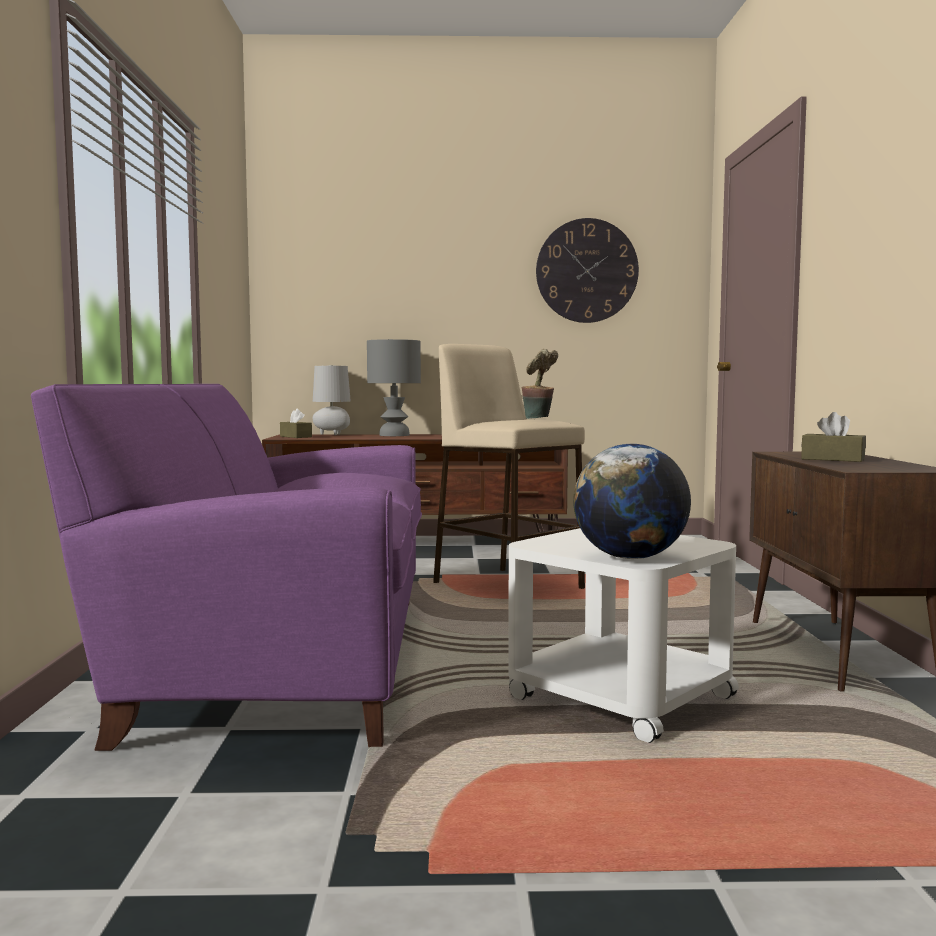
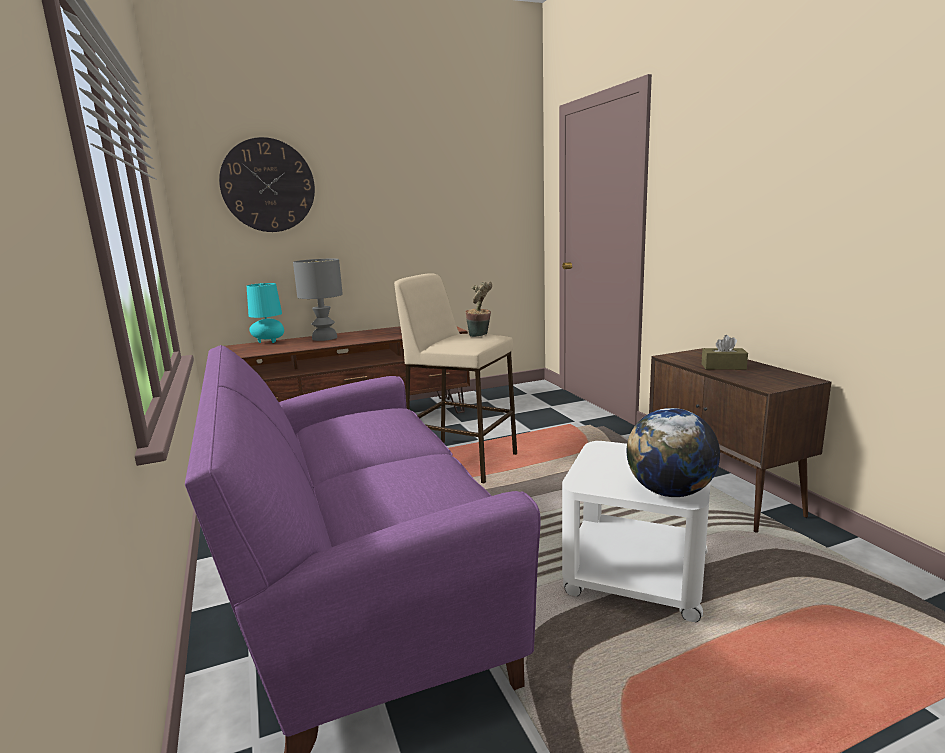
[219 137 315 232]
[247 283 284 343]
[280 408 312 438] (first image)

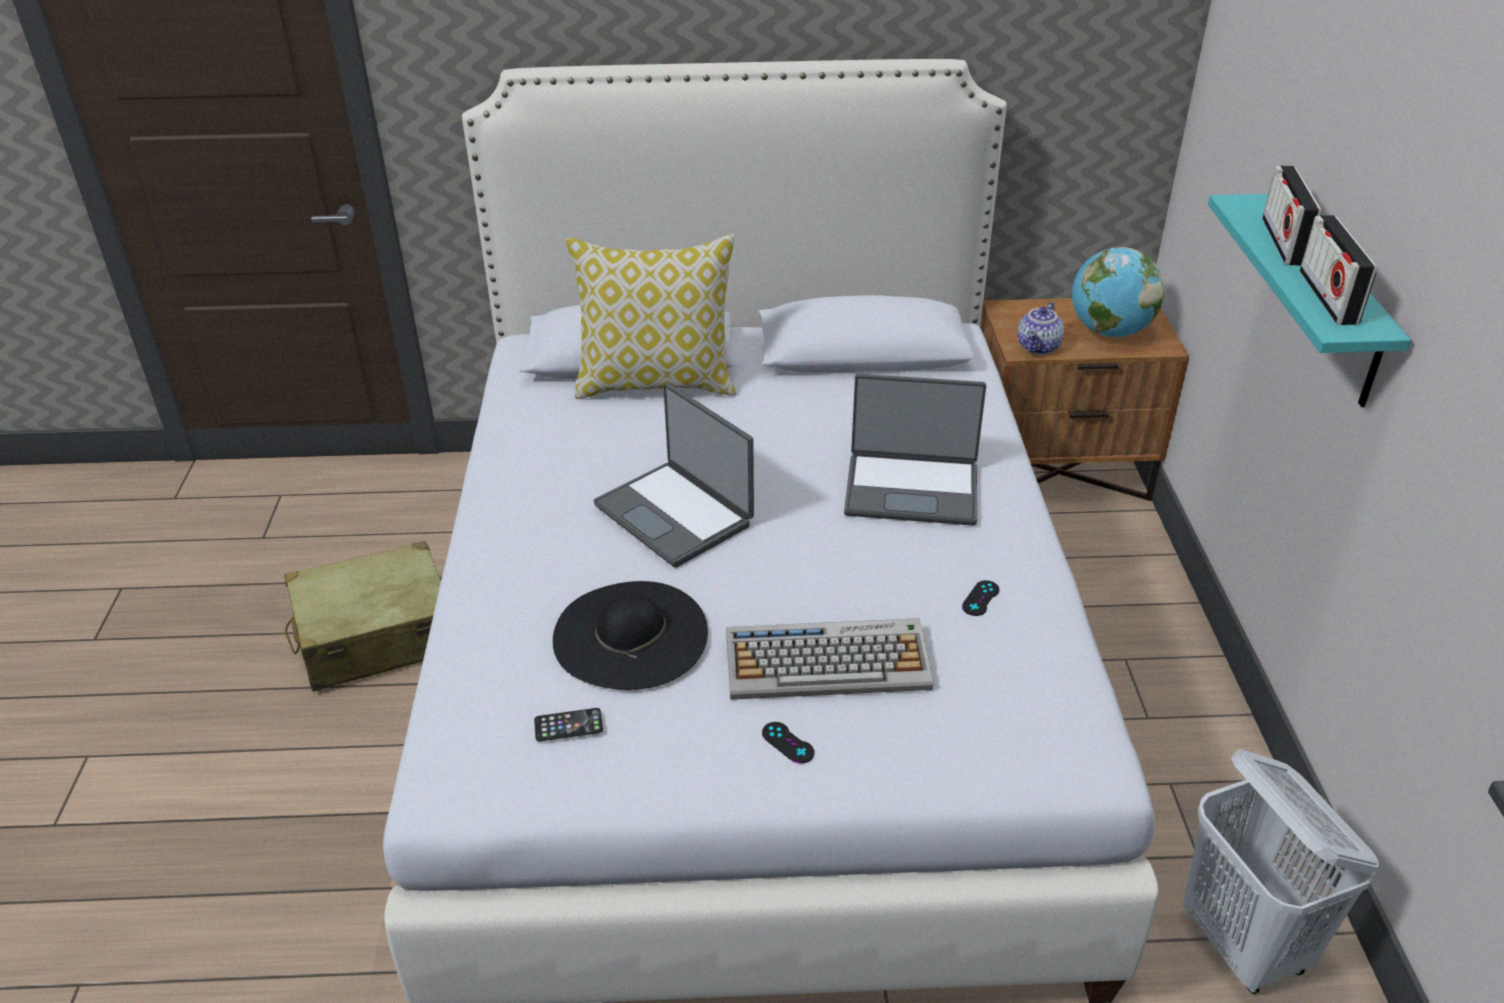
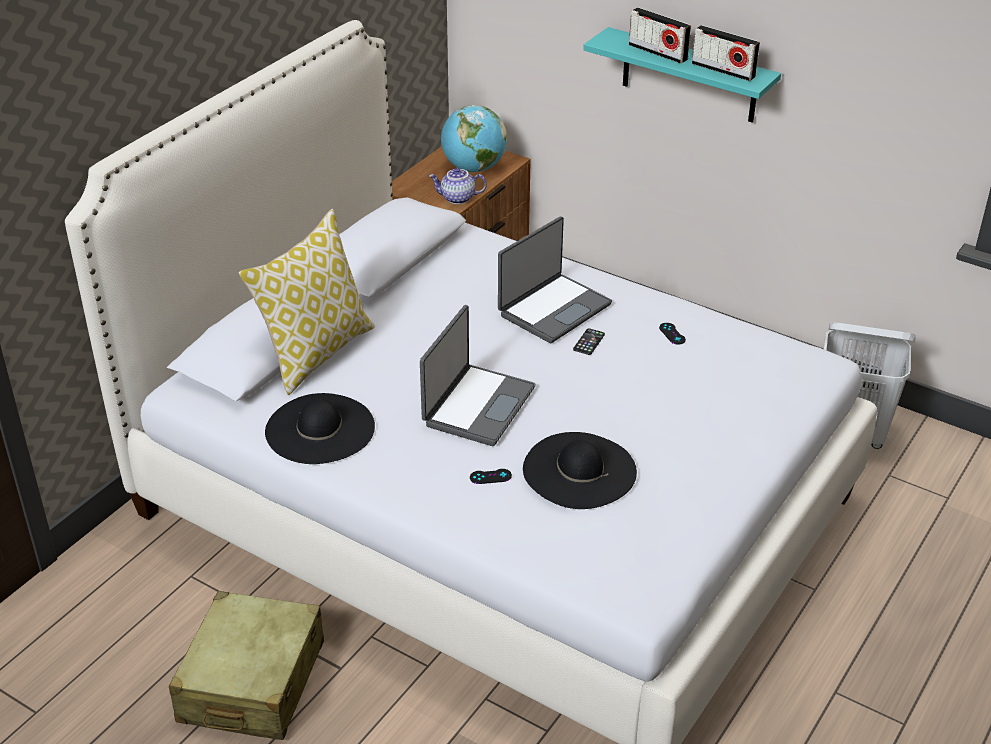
[429 168 487 204]
[420 305 535 446]
[726 618 933 700] (first image)
[573 328 605 355]
[470 469 512 484]
[265 393 375 464]

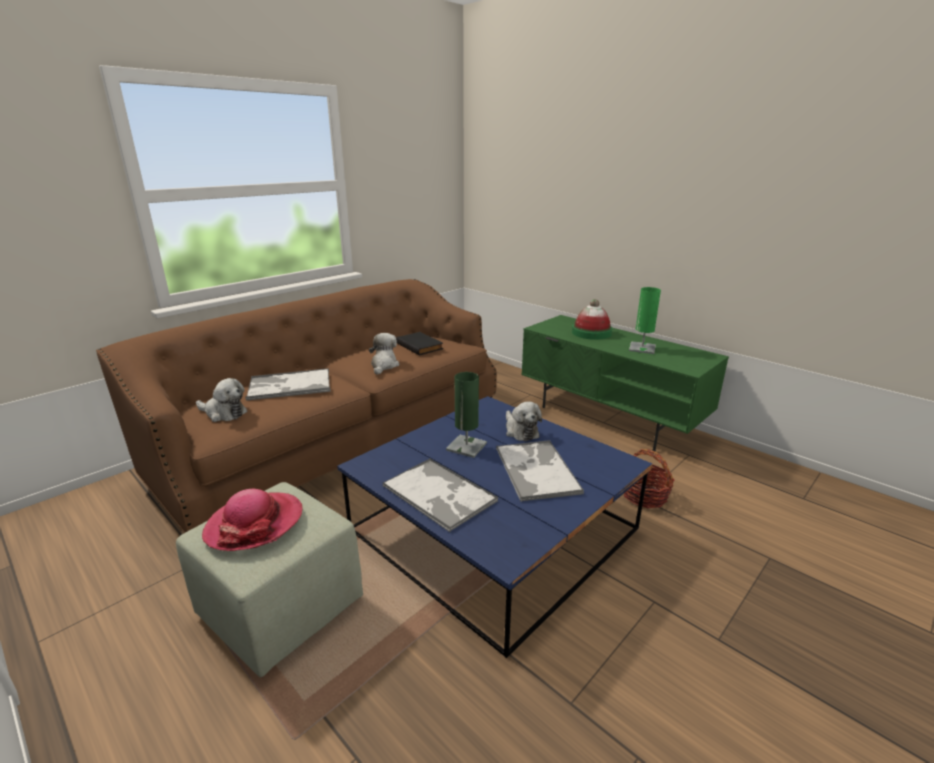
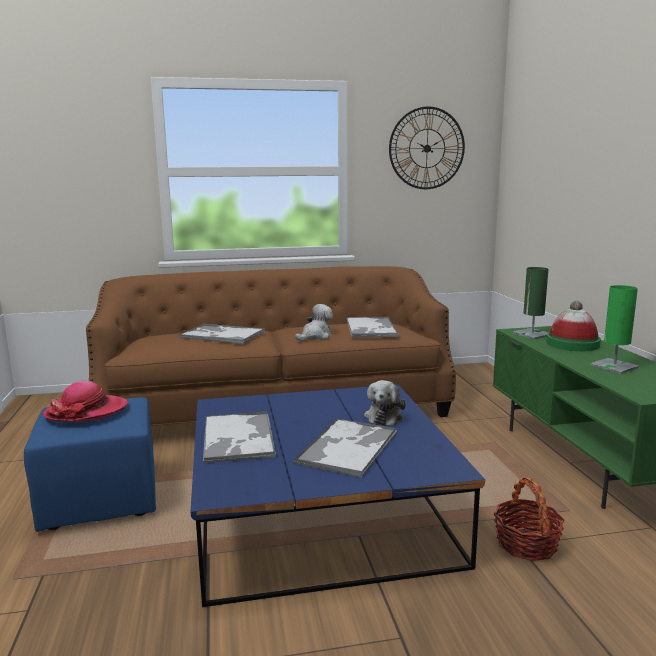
[346 317 399 337]
[513 267 548 340]
[196 378 248 422] (first image)
[24 397 156 532]
[389 106 465 189]

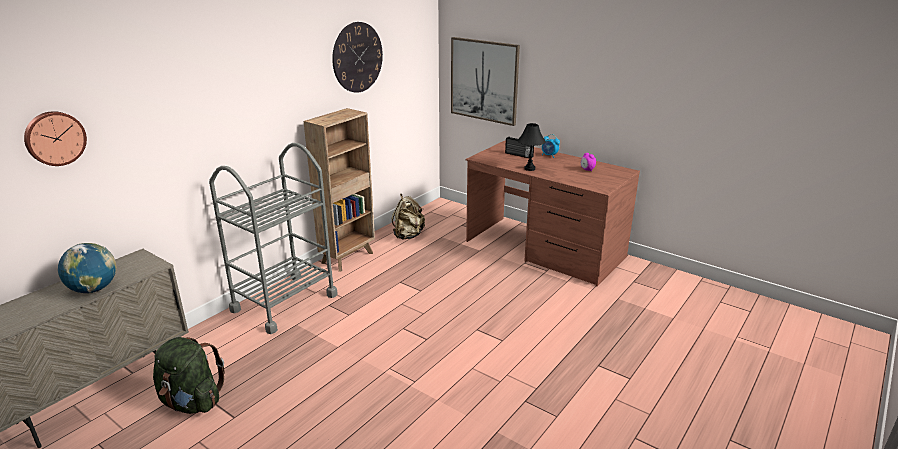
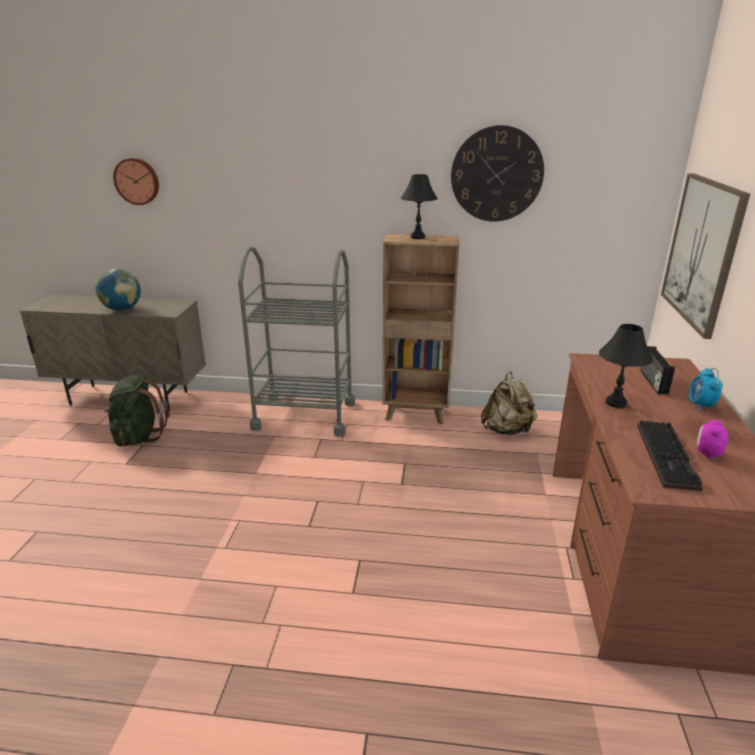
[401 174 438 239]
[637 420 703 491]

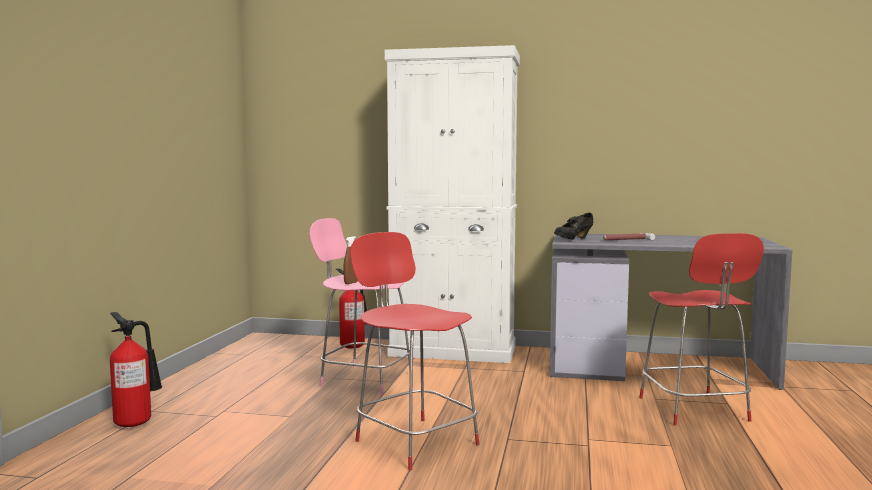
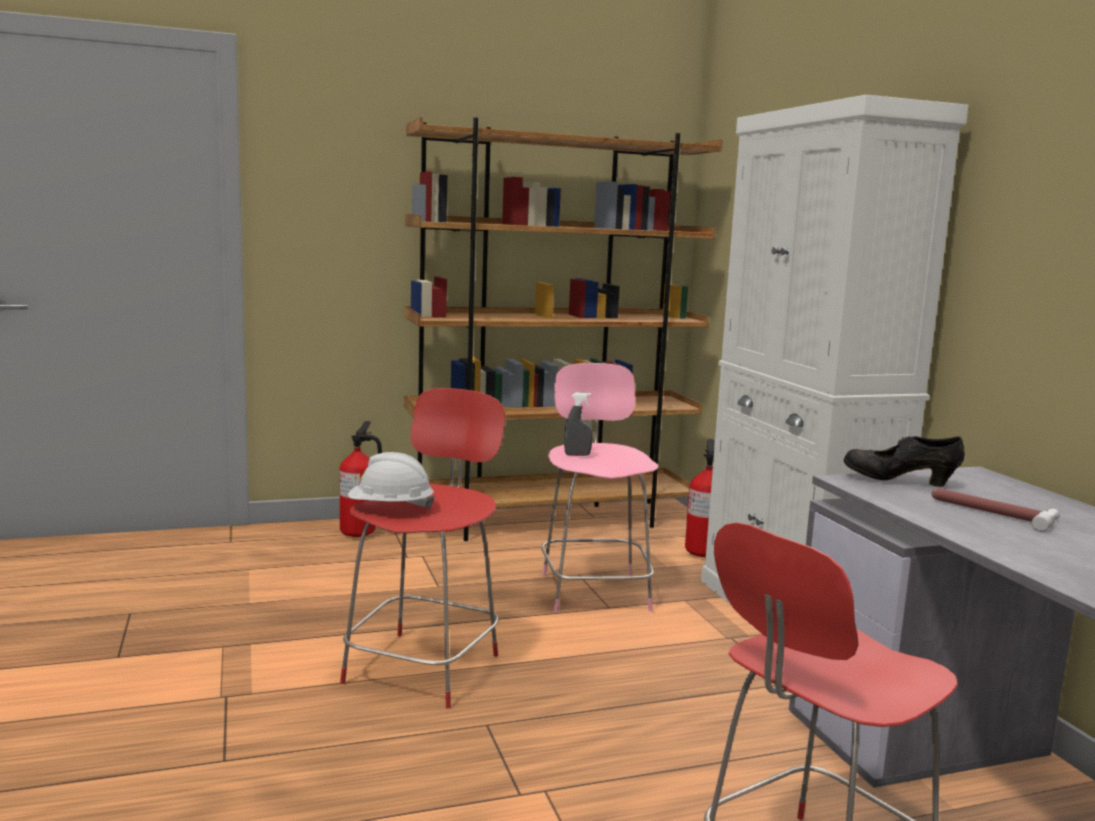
[564 393 593 456]
[404 117 722 541]
[348 452 434 509]

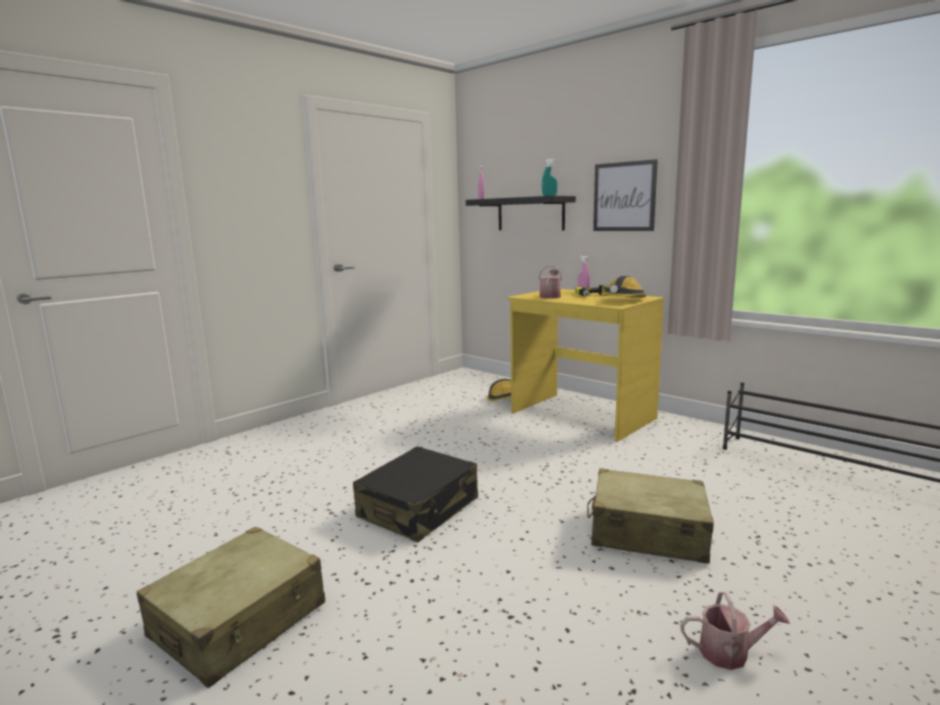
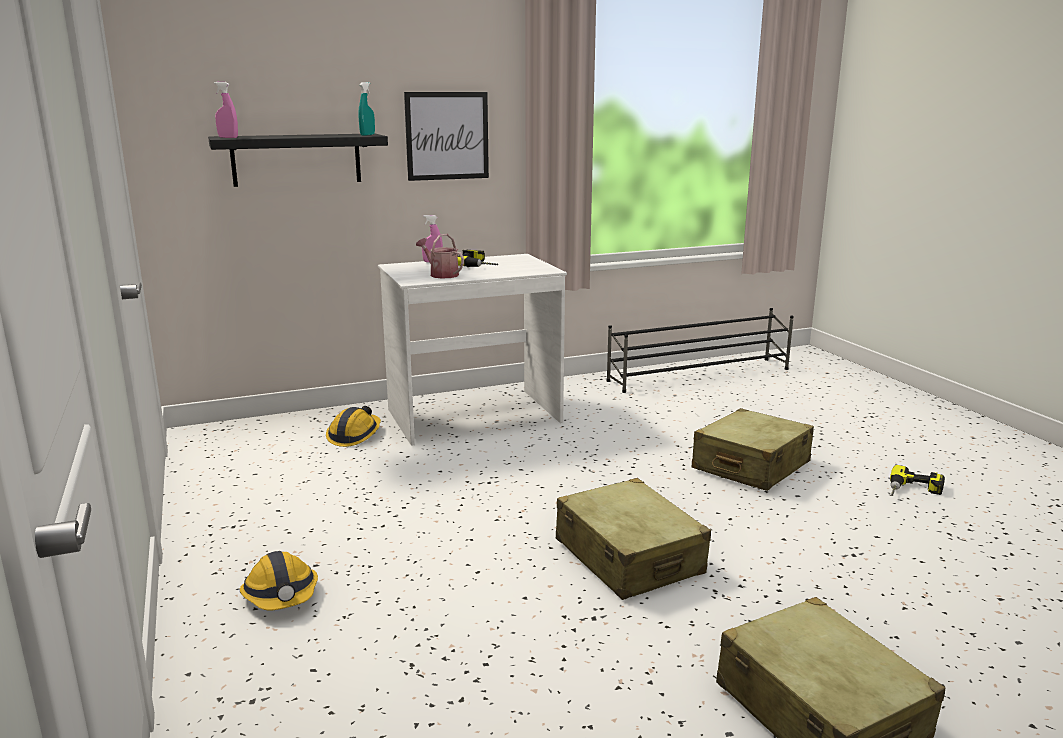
[240 551 318 611]
[378 254 567 446]
[556 478 711 600]
[890 465 945 496]

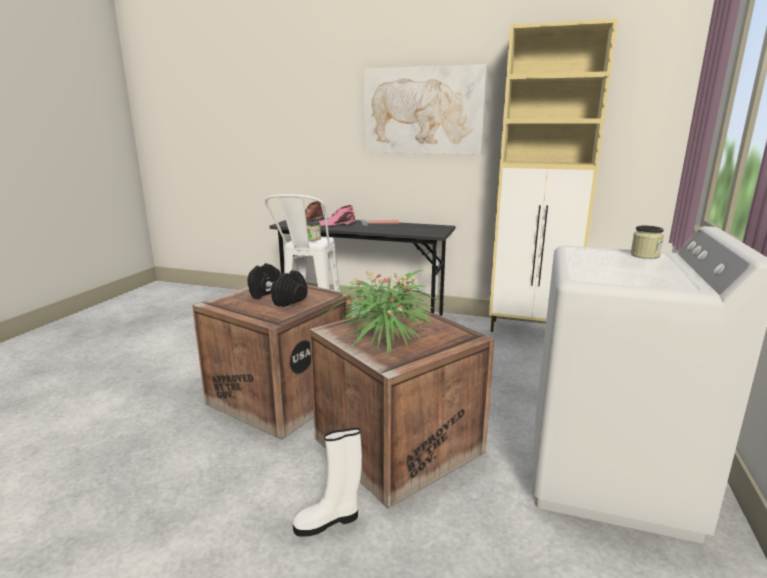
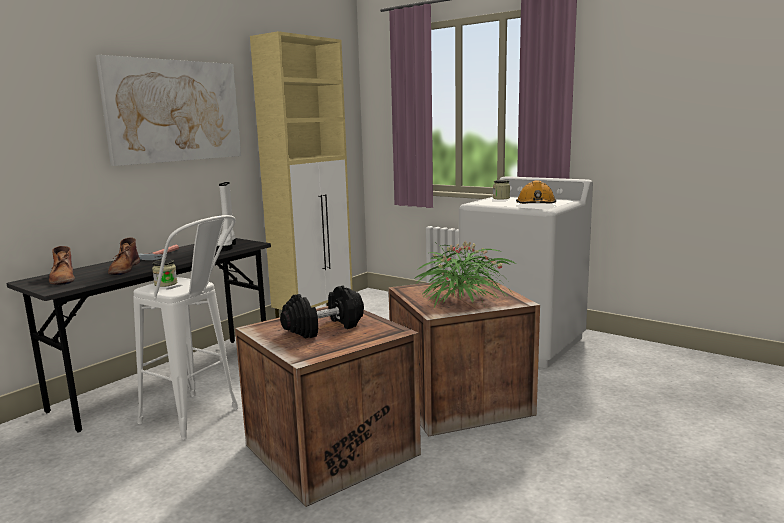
[108 237 141 275]
[216 182 236 252]
[516 181 556 204]

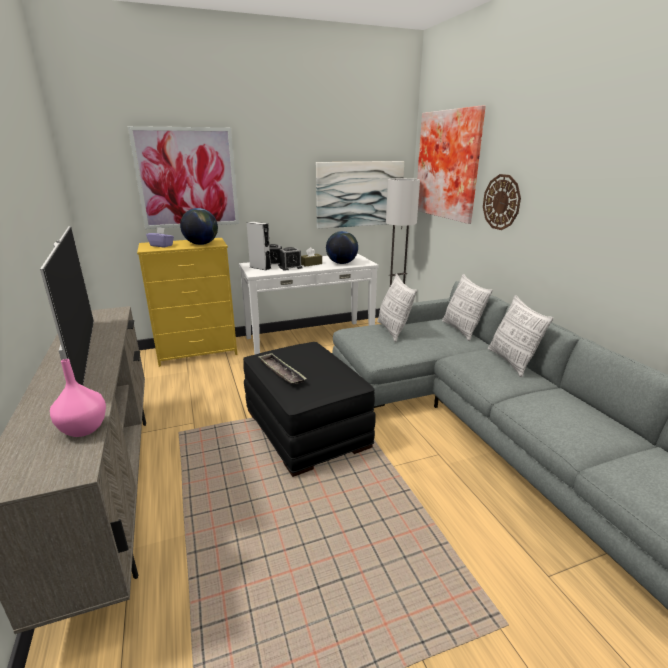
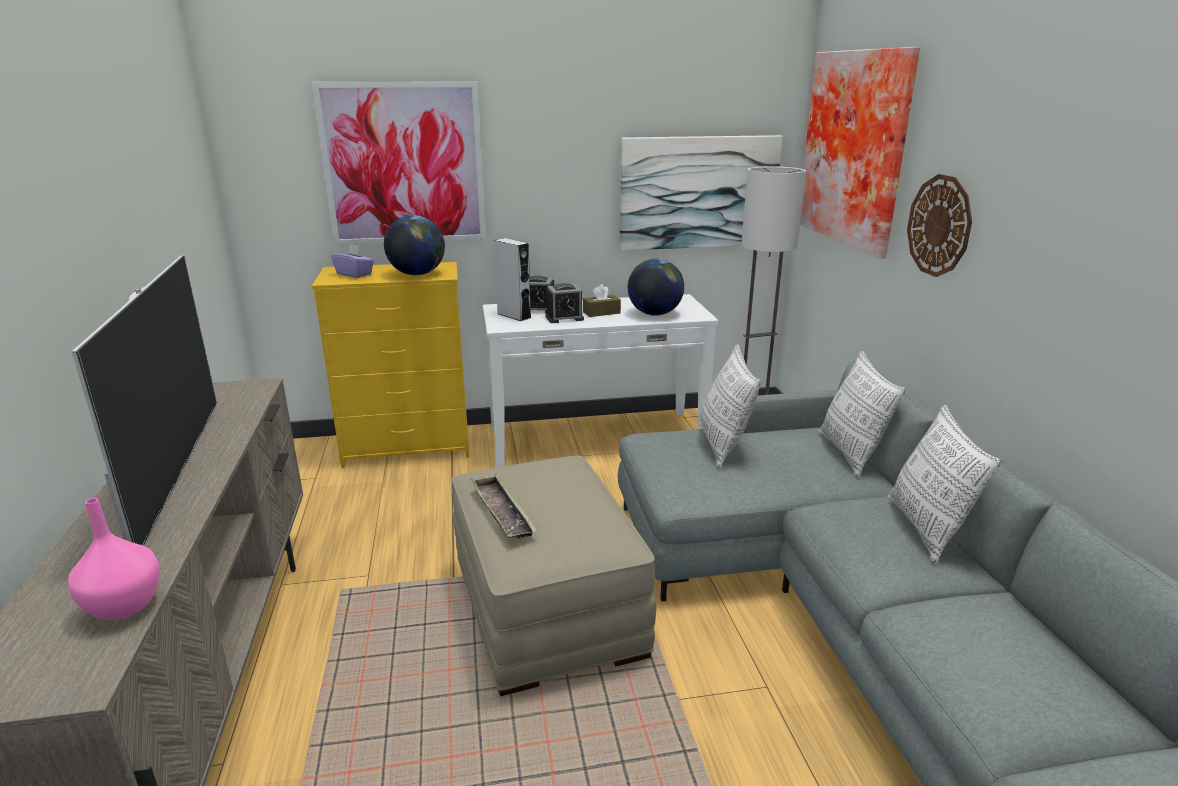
[452 455 656 696]

